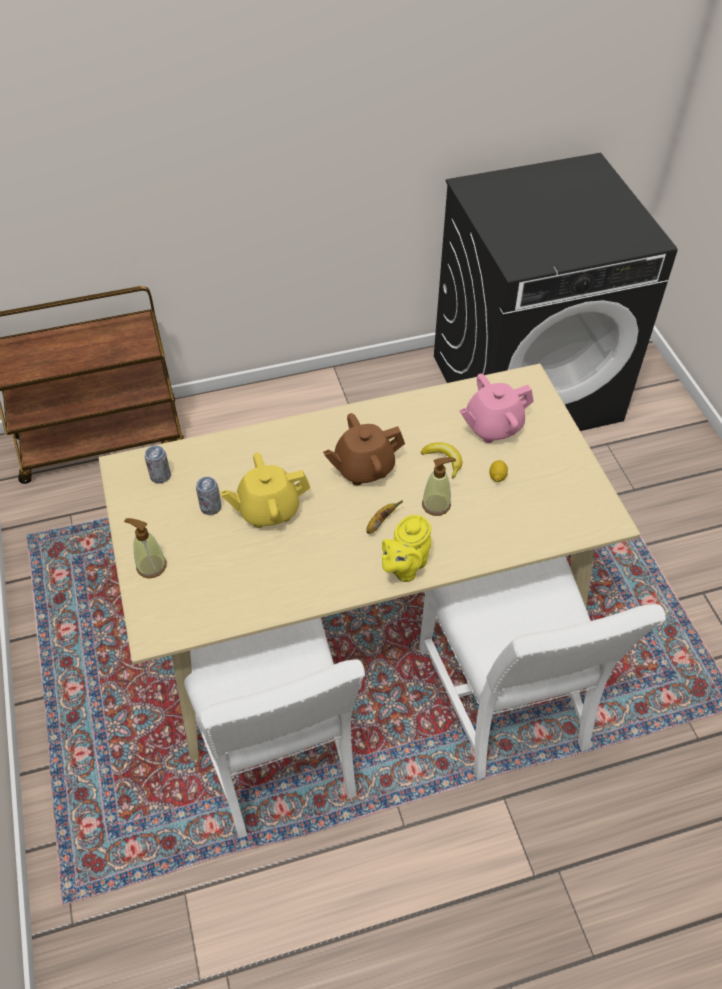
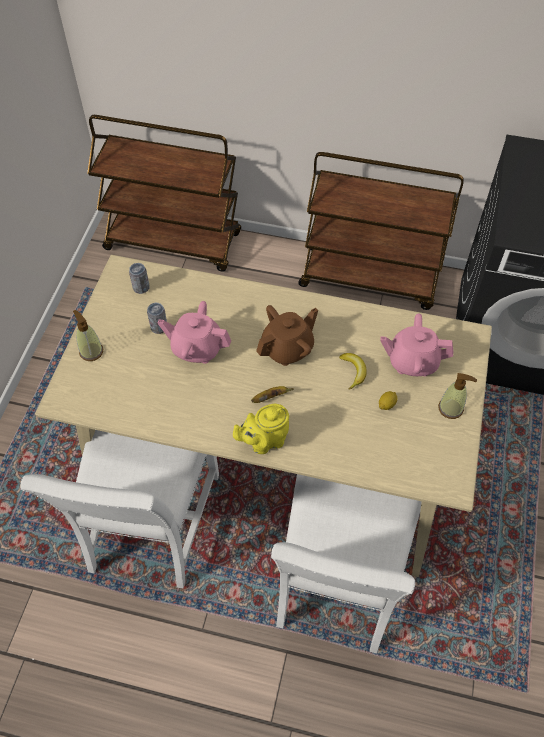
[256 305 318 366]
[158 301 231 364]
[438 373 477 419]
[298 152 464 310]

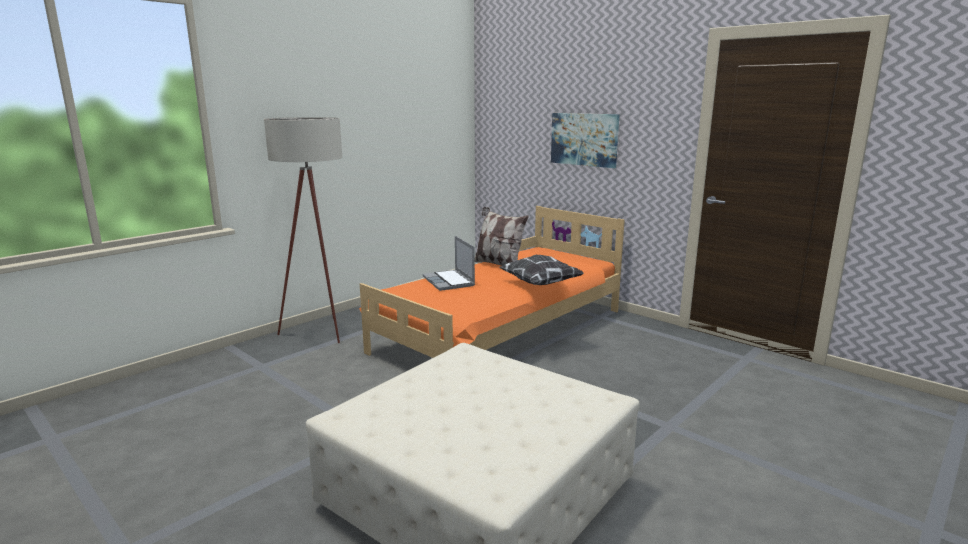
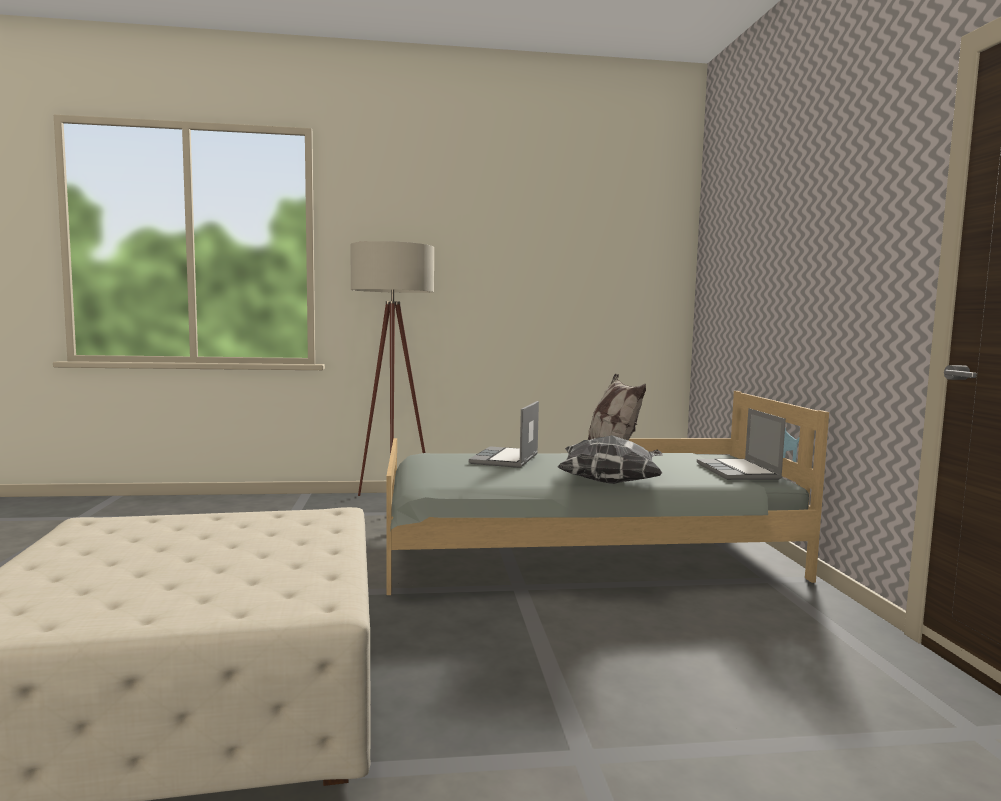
[551 113 620 168] (first image)
[386 391 829 595]
[697 408 786 480]

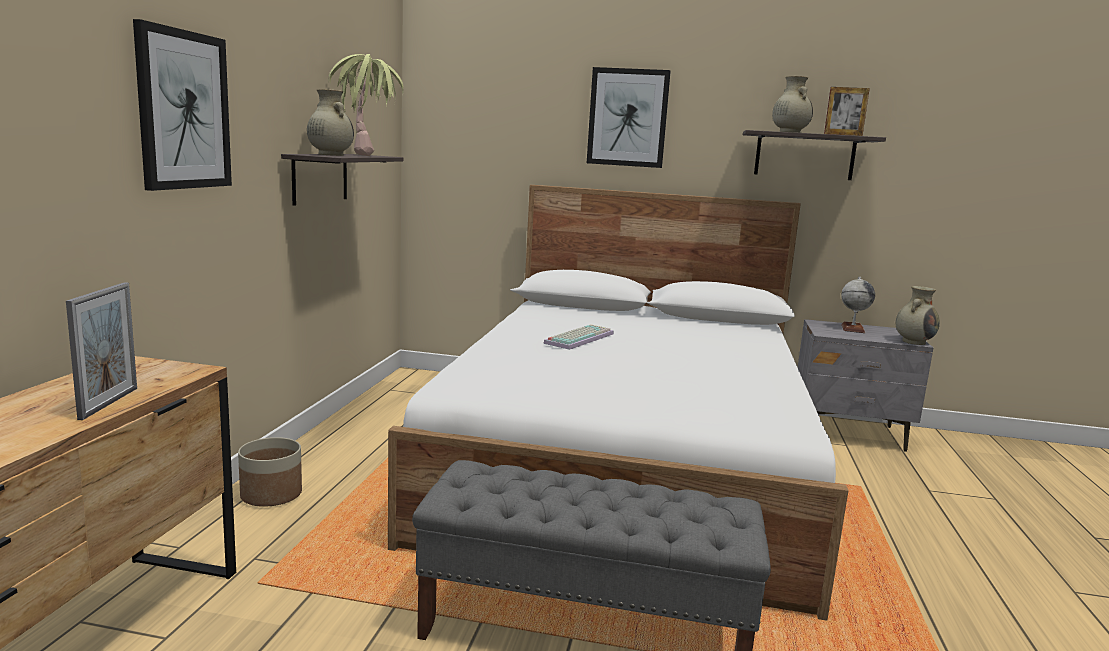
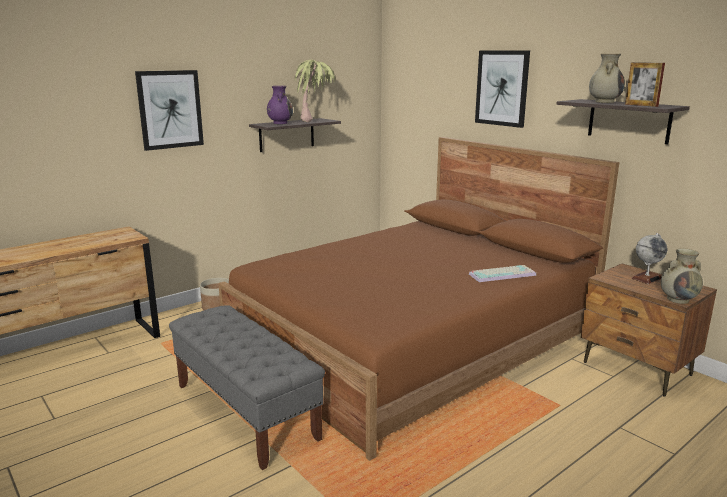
[267 86 293 124]
[218 137 619 461]
[66 282 137 420] (first image)
[581 263 717 397]
[469 265 536 282]

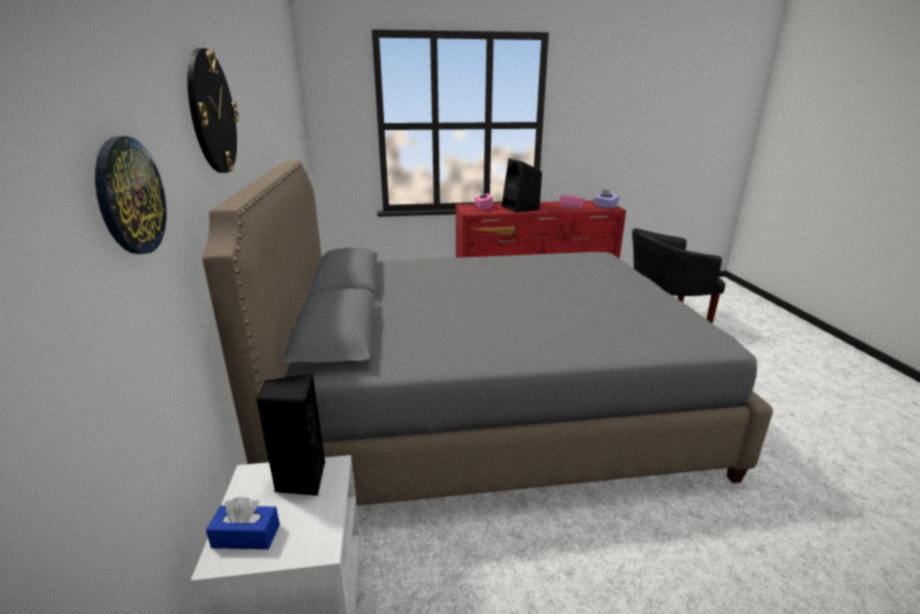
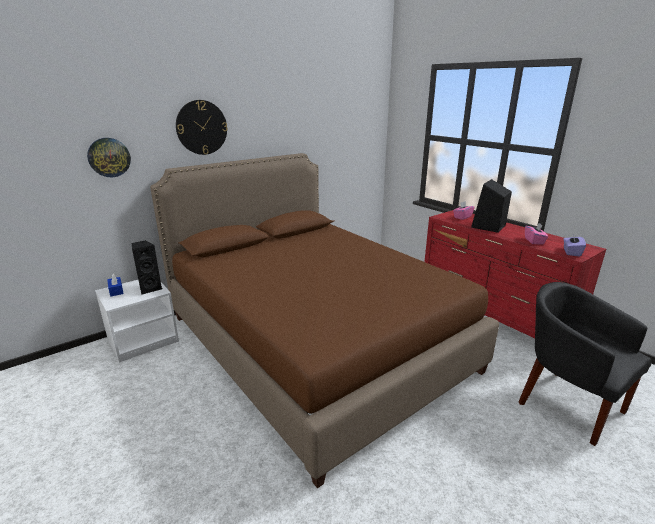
[150 153 499 488]

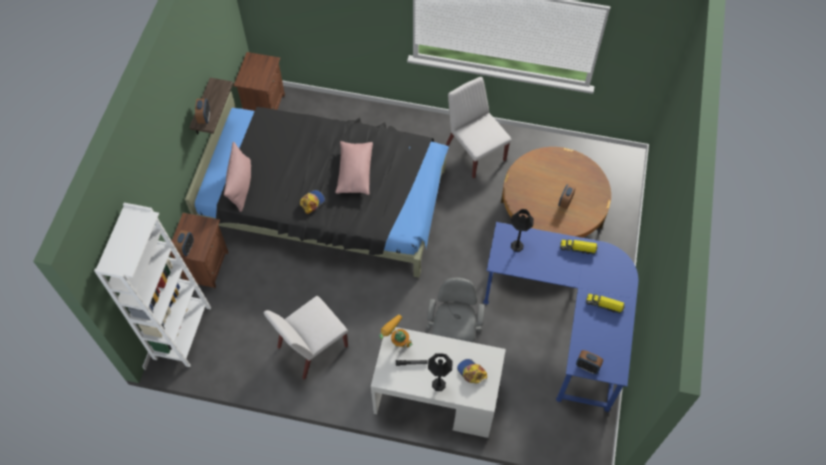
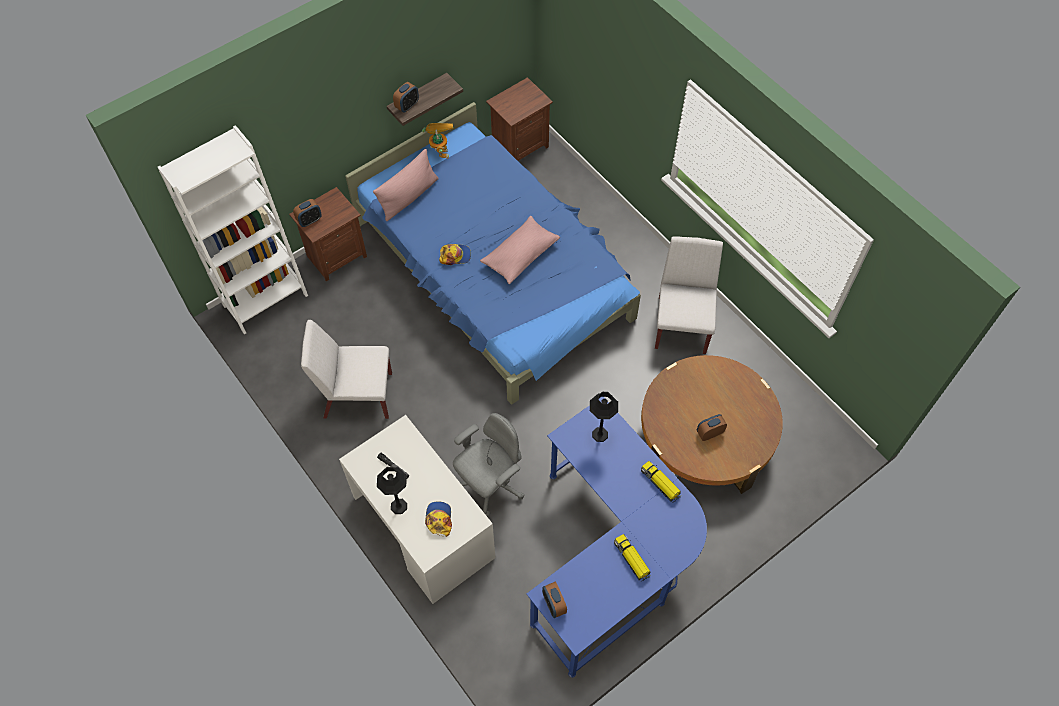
[345 102 641 405]
[422 123 453 159]

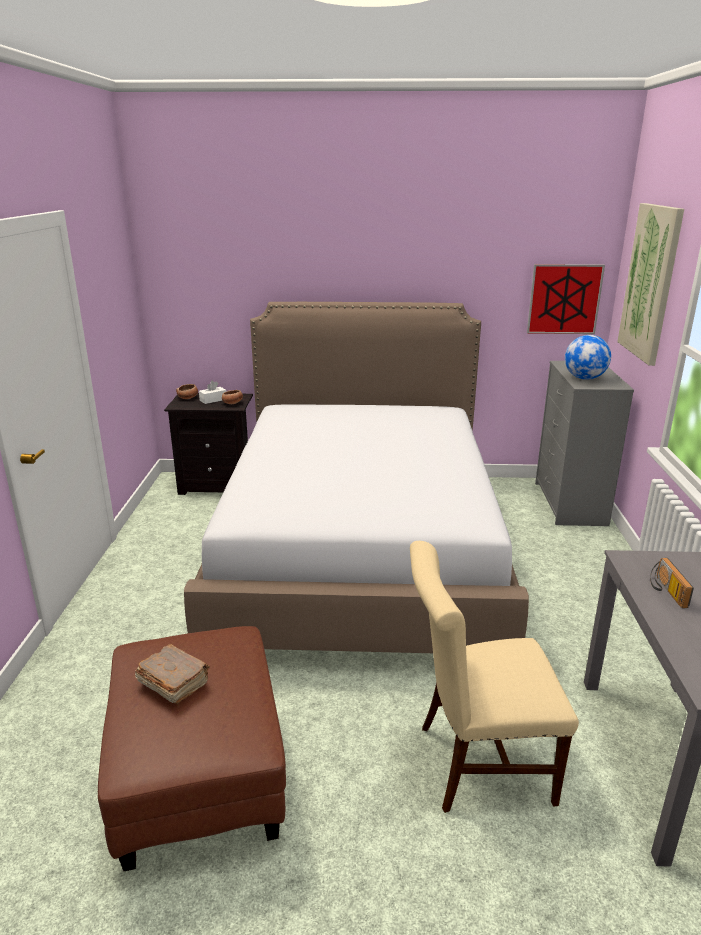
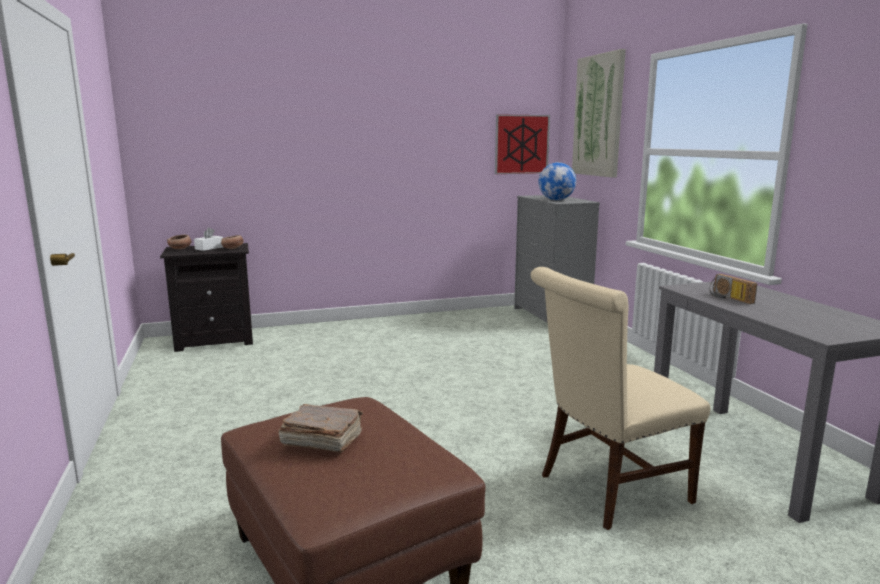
[184 302 529 653] (first image)

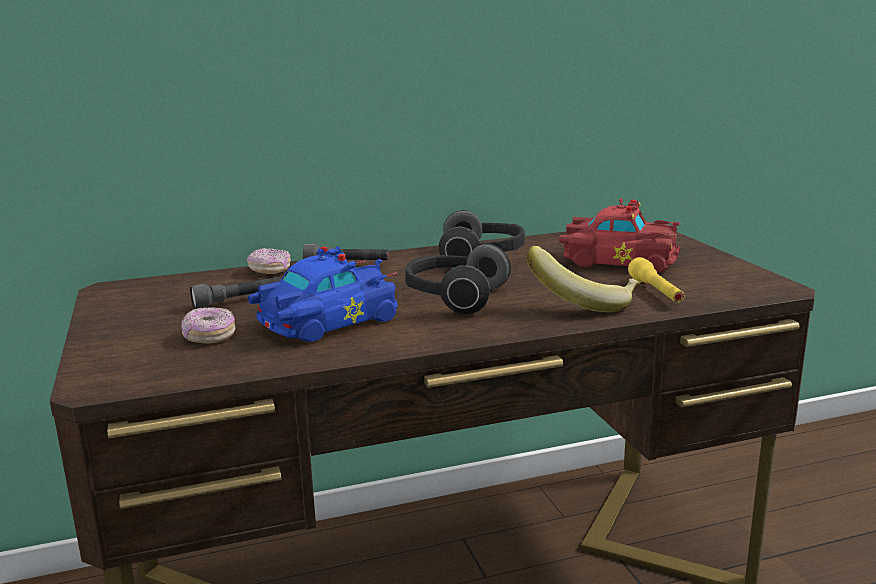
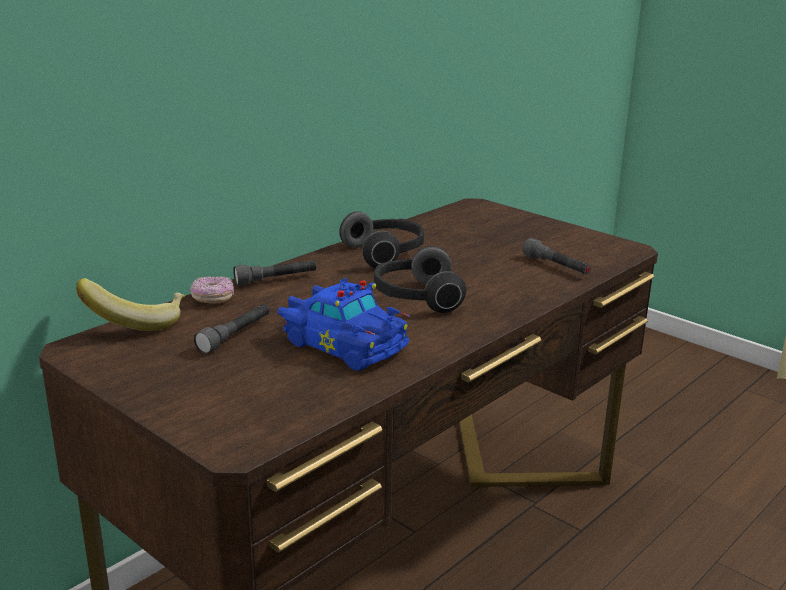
[559 198 680 273] (first image)
[277 278 410 371]
[76 278 185 331]
[523 238 591 274]
[181 307 236 344] (first image)

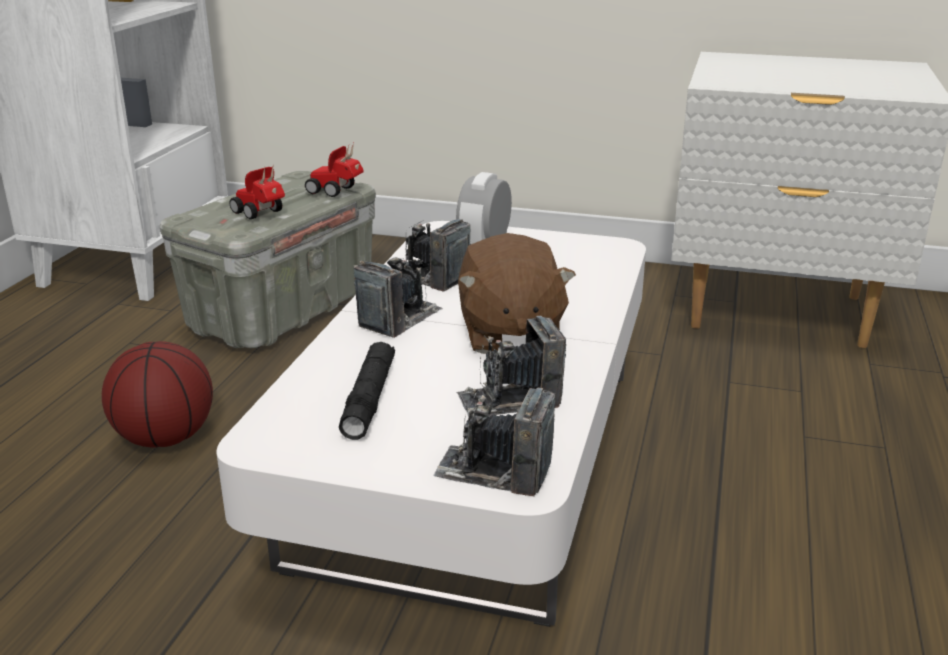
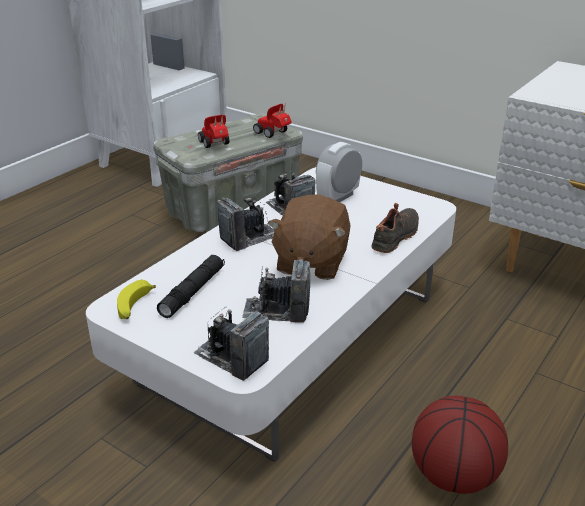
[412 396 508 494]
[371 202 419 253]
[117 280 156 319]

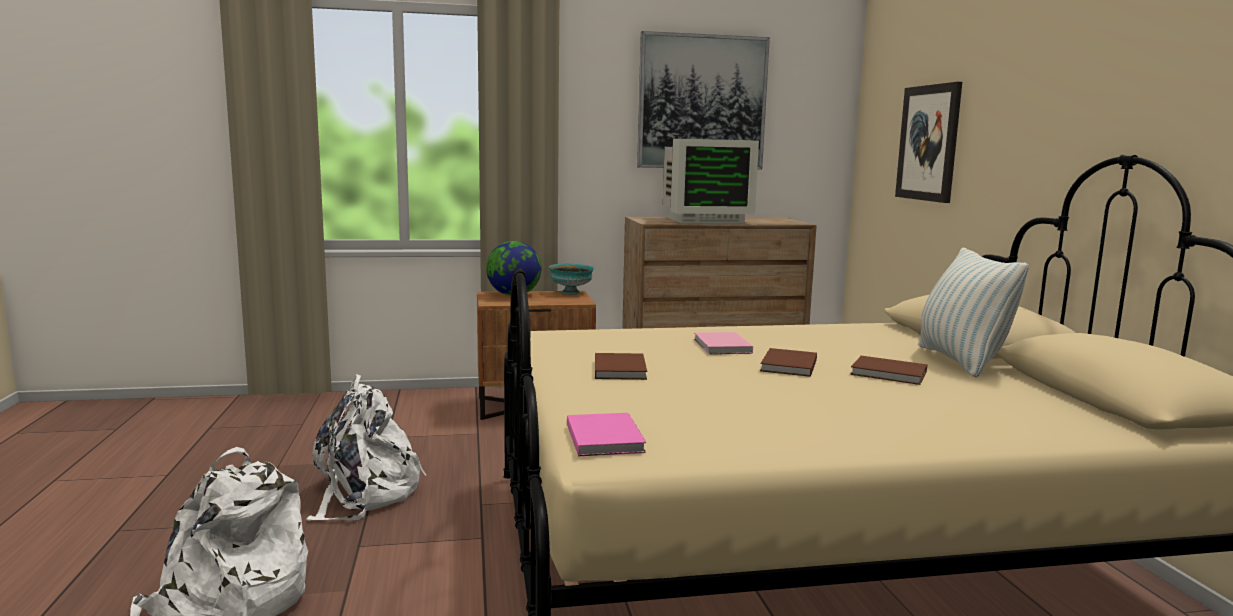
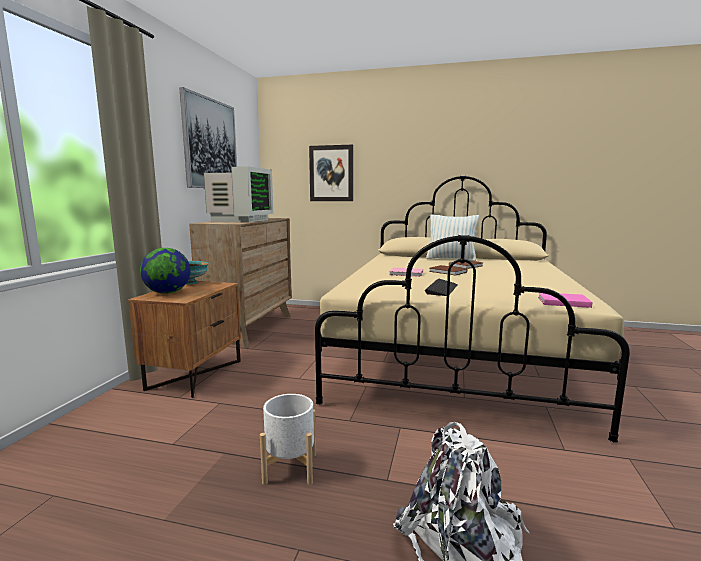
[425 279 458 296]
[260 394 316 485]

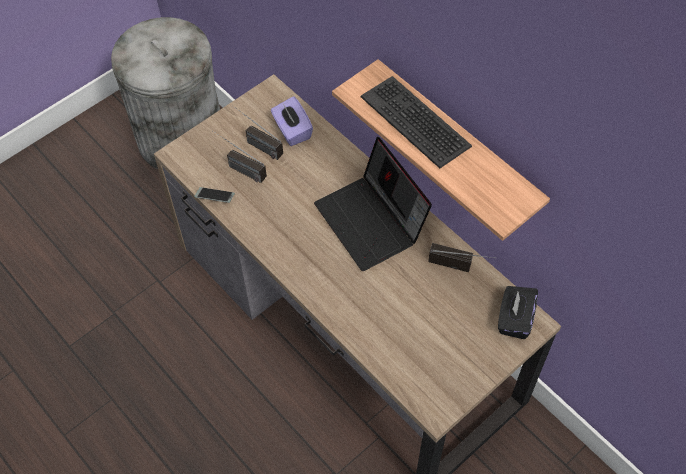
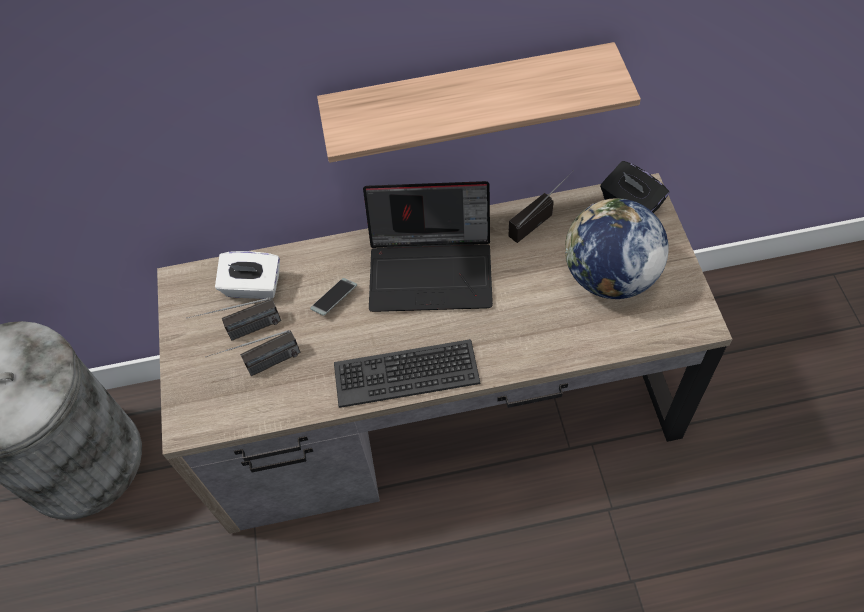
[334 339 481 408]
[215 251 280 299]
[310 278 357 316]
[565 198 669 299]

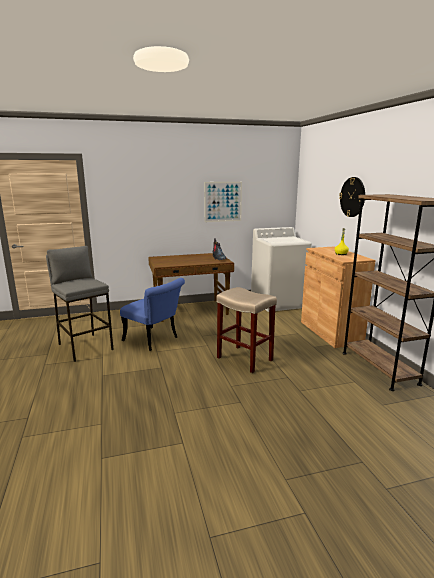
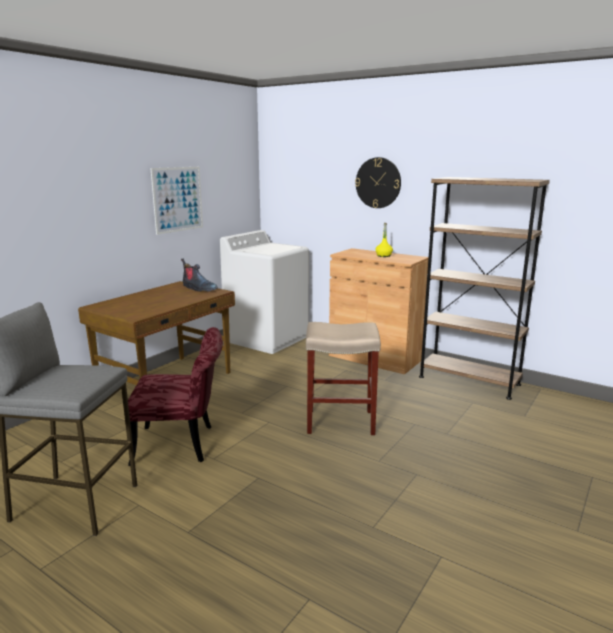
[128 327 223 466]

